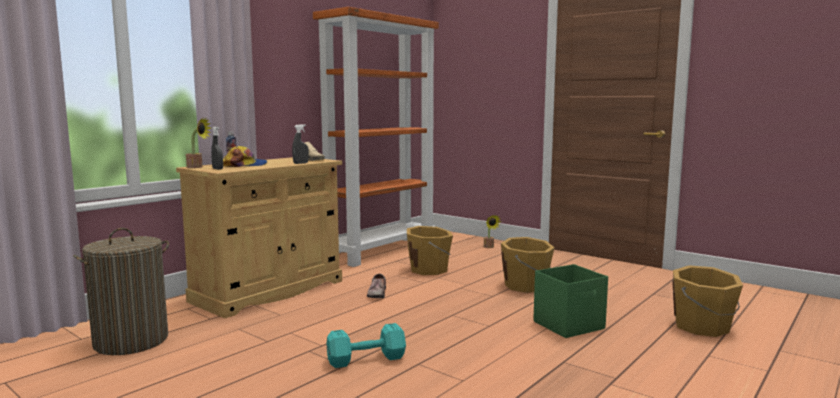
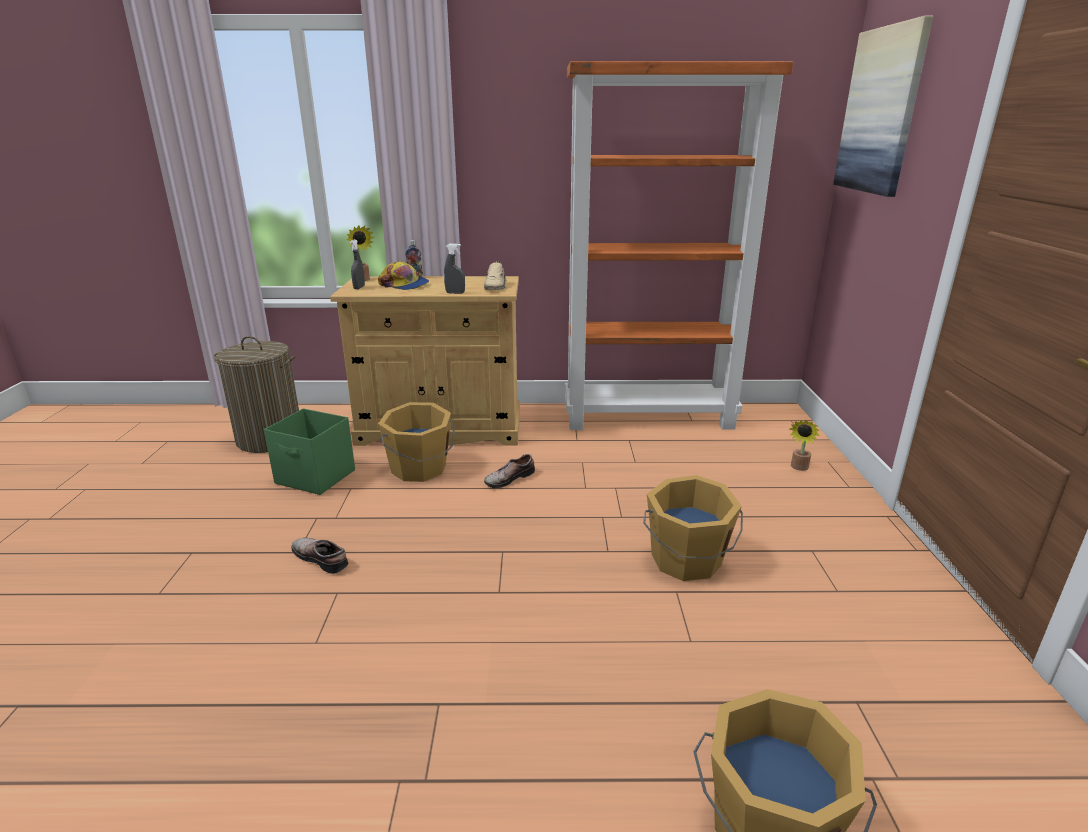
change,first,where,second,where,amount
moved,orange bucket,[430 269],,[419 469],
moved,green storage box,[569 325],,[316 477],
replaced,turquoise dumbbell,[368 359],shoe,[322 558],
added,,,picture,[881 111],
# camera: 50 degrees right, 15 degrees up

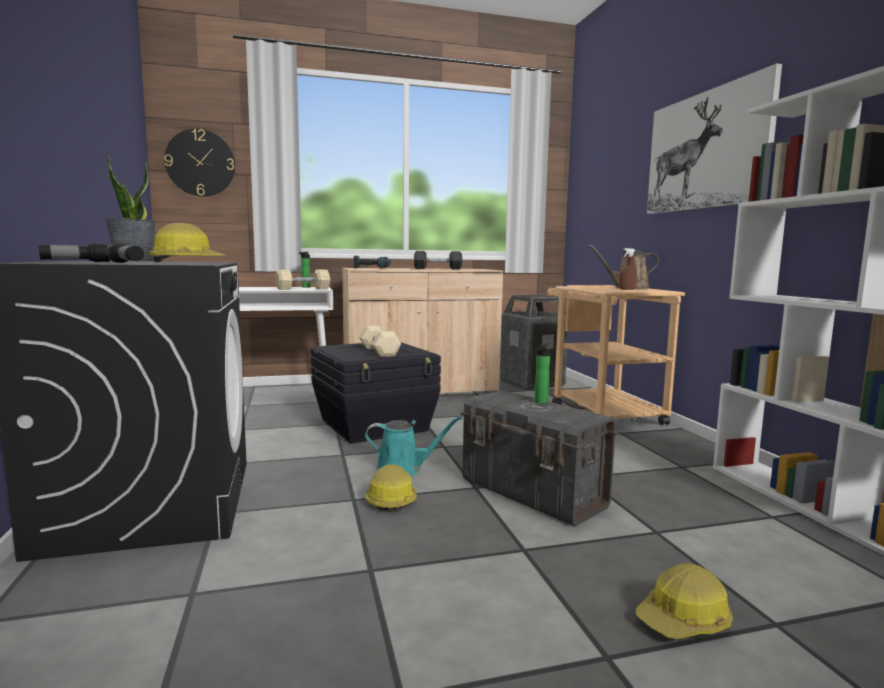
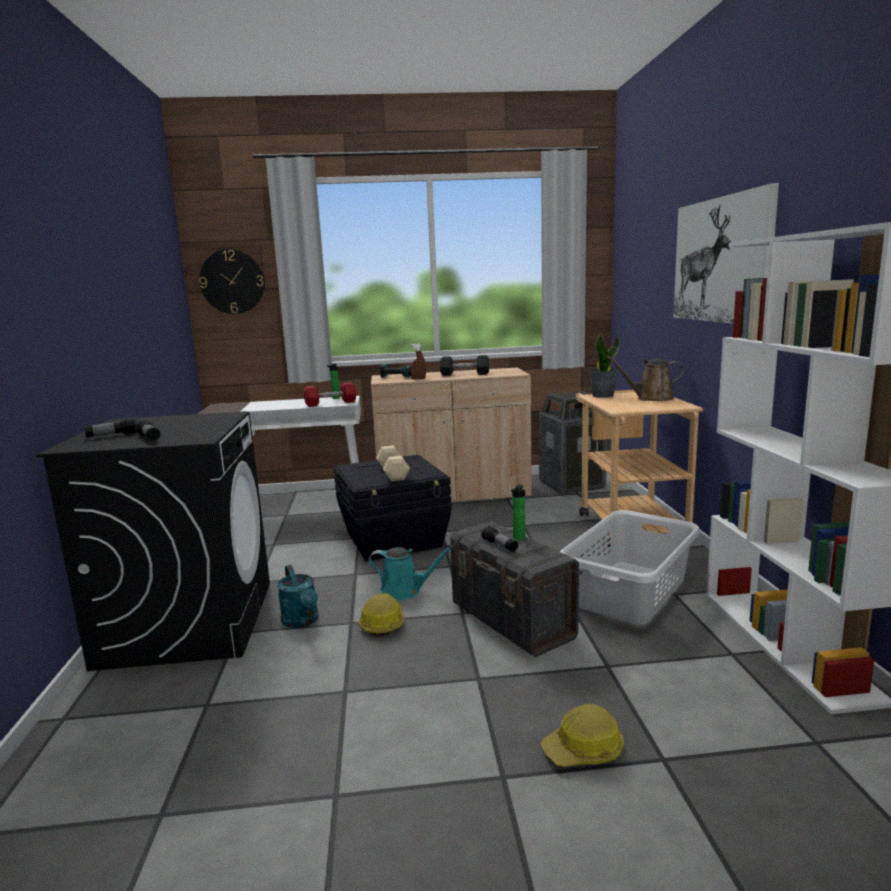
change,first,where,second,where,amount
moved,potted plant,[133 261],,[602 396],
removed,hard hat,[187 262],,,
moved,brown spray bottle,[627 289],,[418 379],
recoloured,beige dumbbell,[303 289],red dumbbell,[331 403],
added,,,grey laundry basket,[631 591],
added,,,flashlight,[500 546],
added,,,turquoise watering can,[302 621],
# camera: 10 degrees right, 5 degrees up

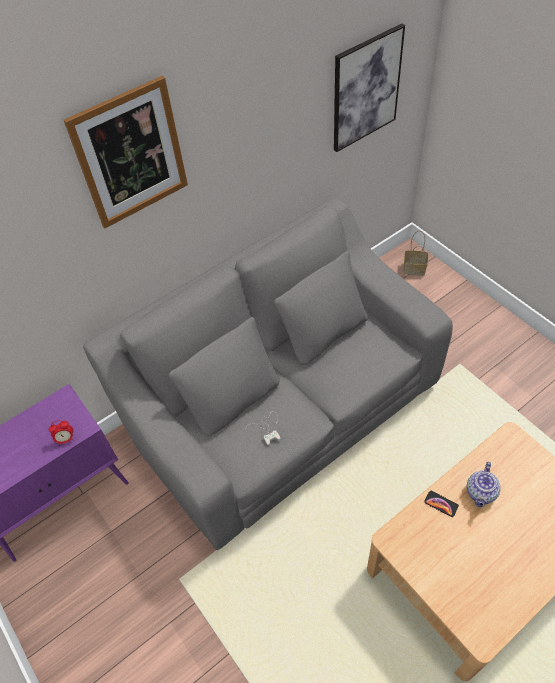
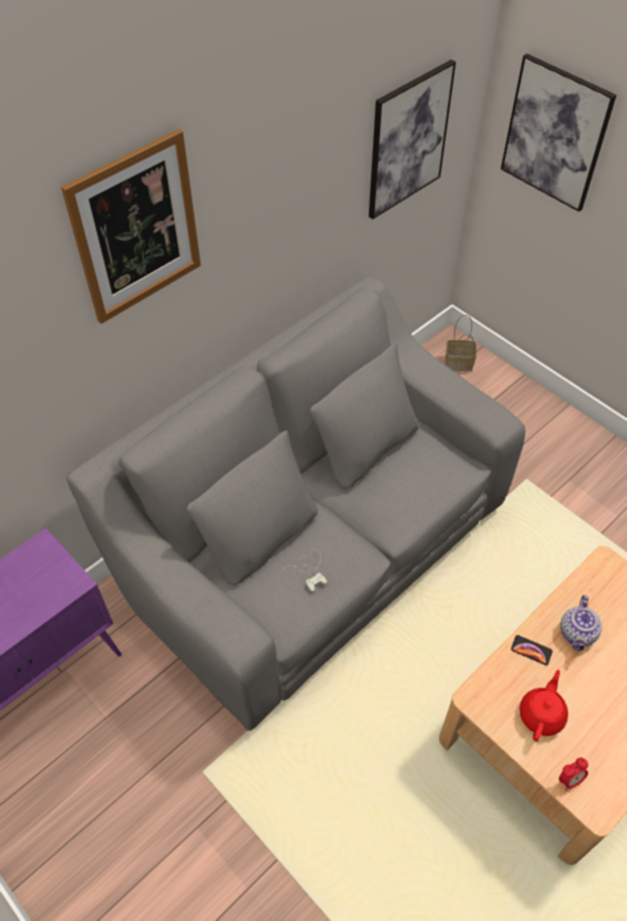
change,first,where,second,where,amount
moved,alarm clock,[66 439],,[569 779],
added,,,picture,[555 133],
added,,,red teapot,[542 714],
# camera: 10 degrees left, 0 degrees up

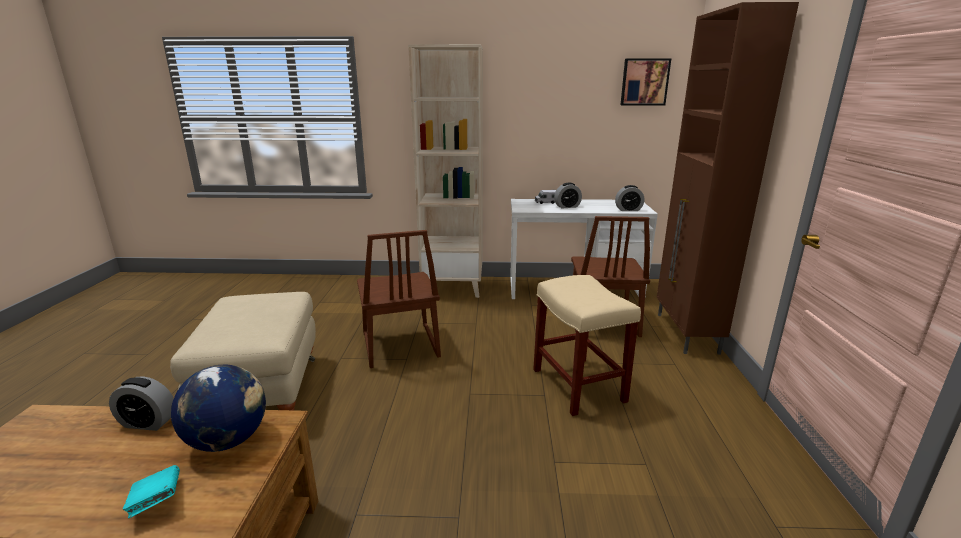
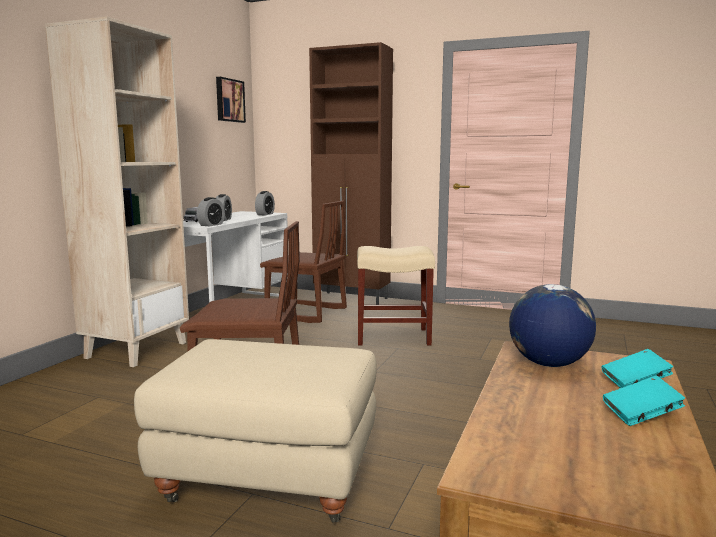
change,first,where,second,where,amount
moved,alarm clock,[148 423],,[211 225],
added,,,turquoise book,[641 415],
# camera: 70 degrees left, 10 degrees down

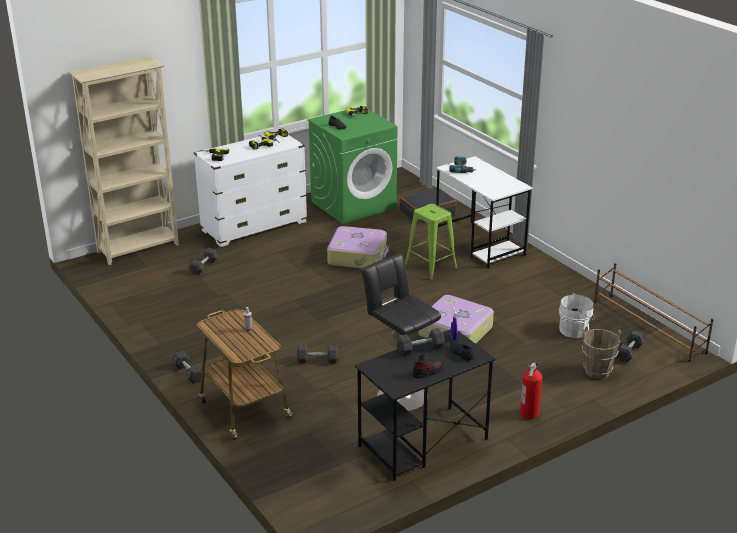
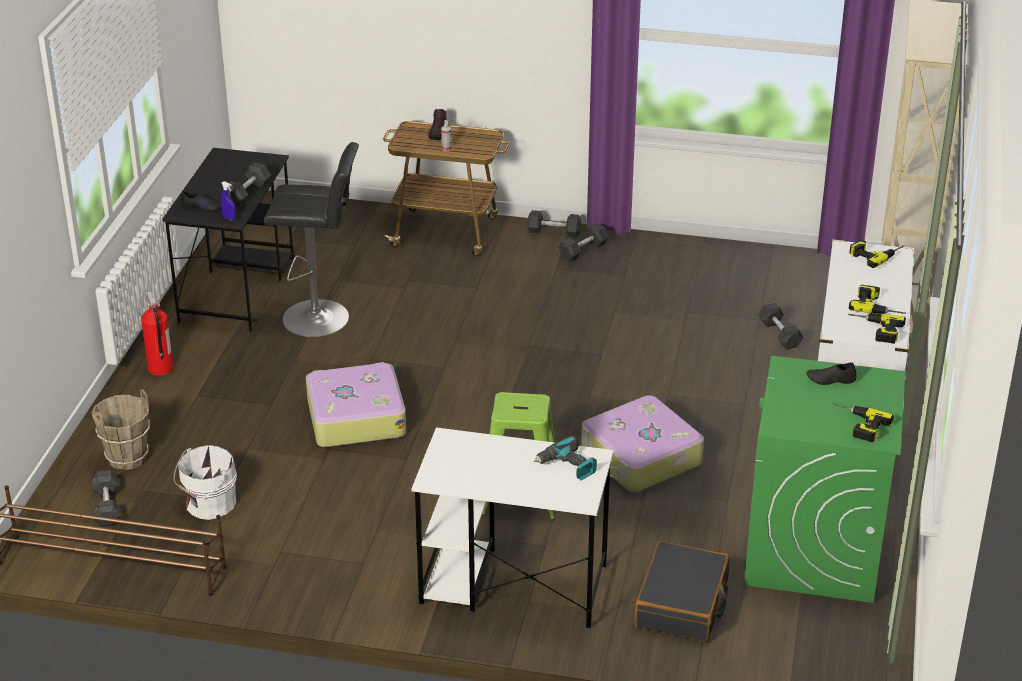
change,first,where,second,where,amount
moved,grey dumbbell,[317 360],,[583 250],
moved,shoe,[427 372],,[438 133],
# camera: 135 degrees right, 5 degrees up

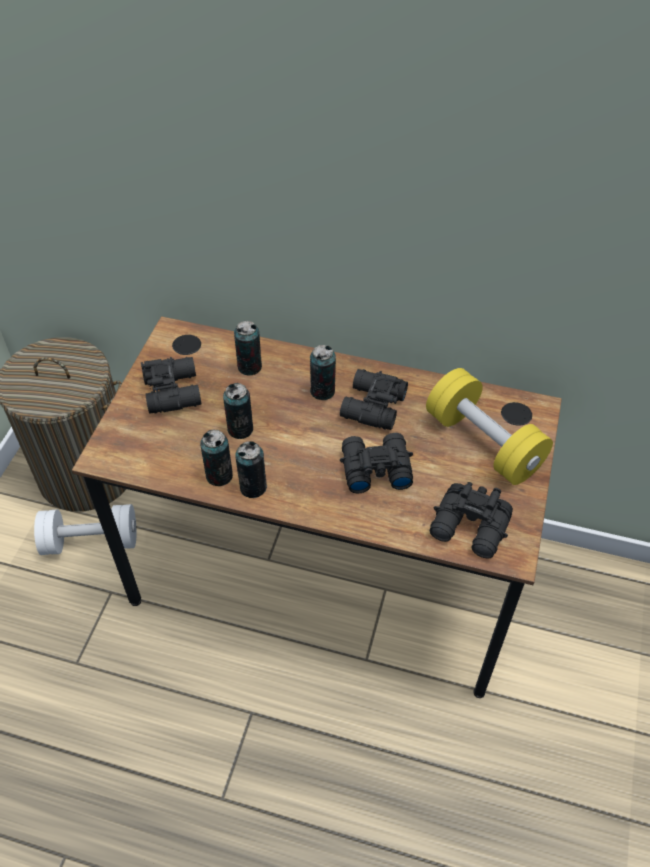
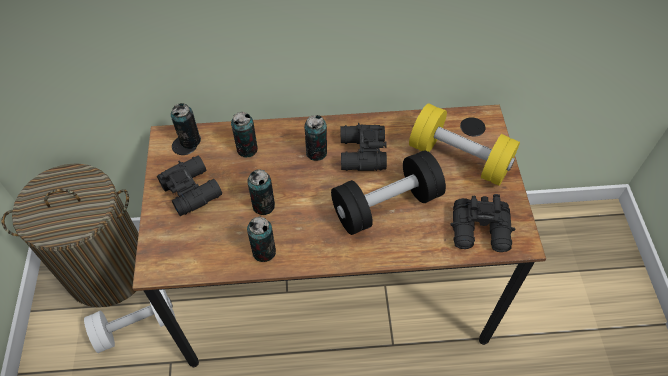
change,first,where,second,where,amount
replaced,black binoculars,[374 468],black dumbbell,[386 205],
moved,can,[253 487],,[190 140],
# camera: 20 degrees left, 5 degrees up

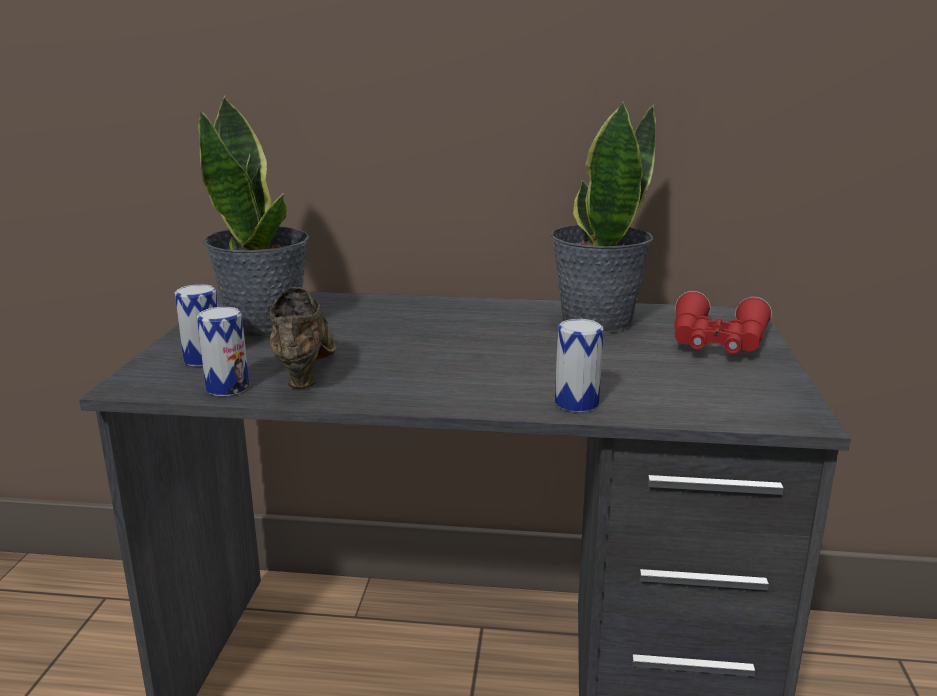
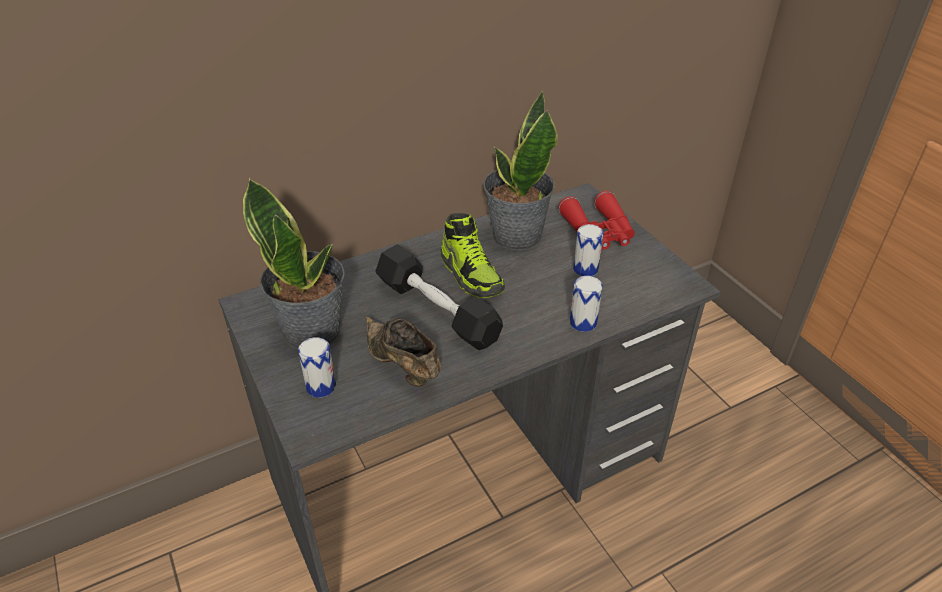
change,first,where,second,where,amount
moved,can,[227 387],,[585 269],
added,,,shoe,[471 274],
added,,,black dumbbell,[437 310],
# camera: 35 degrees left, 20 degrees up

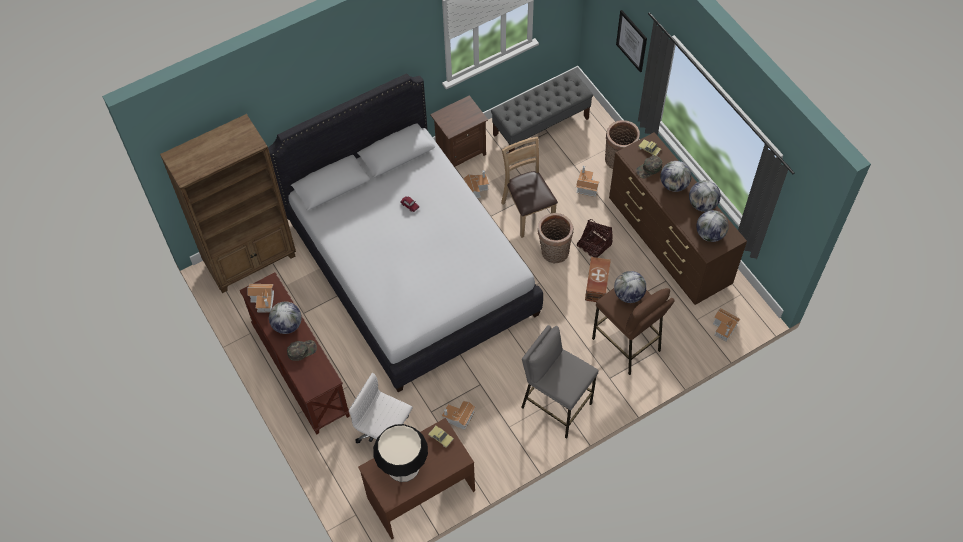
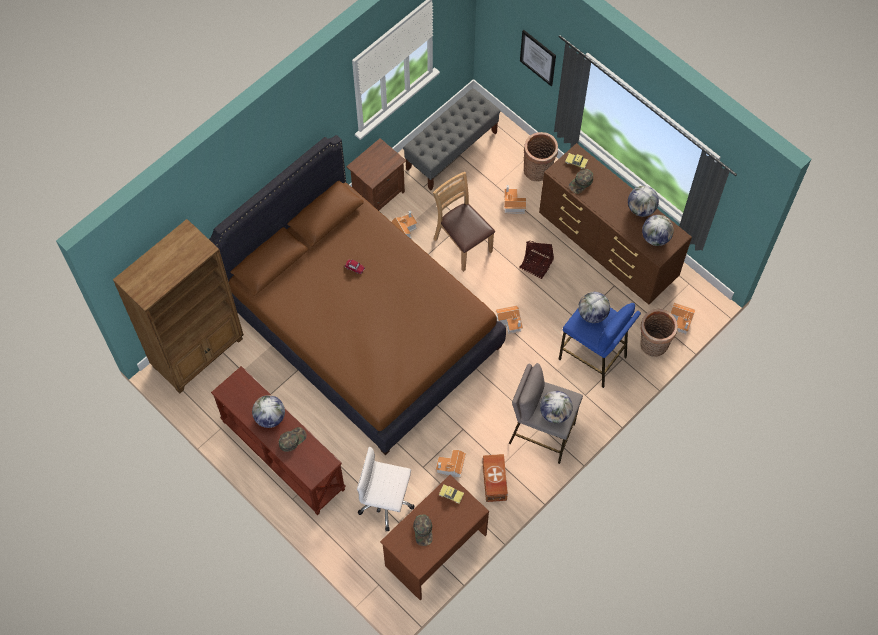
change,first,where,second,where,amount
recoloured,white bed,[411 268],brown bed,[362 326],
moved,globe,[674 185],,[555 413],
moved,basket,[553 253],,[653 346],
moved,brown storage box,[596 285],,[494 482],
moved,toy house,[264 300],,[510 322],
recoloured,brown stool,[626 344],blue stool,[593 358],
replaced,table lamp,[403 466],green cap,[423 531],
# camera: 15 degrees left, 5 degrees up

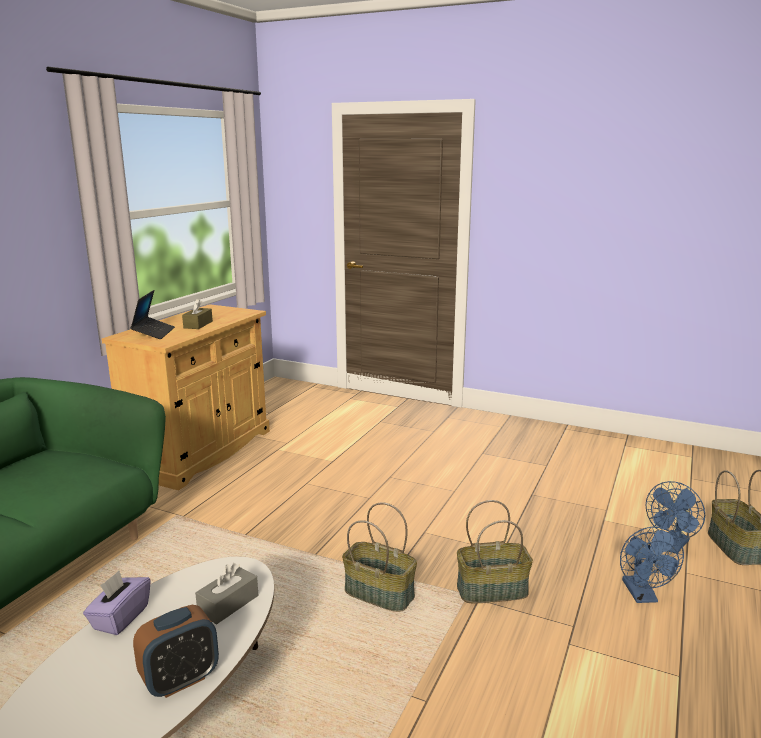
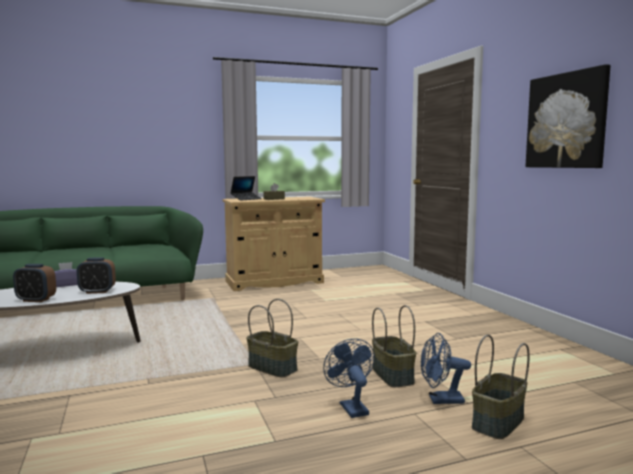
change,first,where,second,where,amount
moved,basket,[380 593],,[393 375],
turned,blue fan,[642 596],,[351 407],120 degrees clockwise
replaced,grey tissue box,[228 604],alarm clock,[97 291],
added,,,picture,[566 121],
# camera: 45 degrees right, 10 degrees down

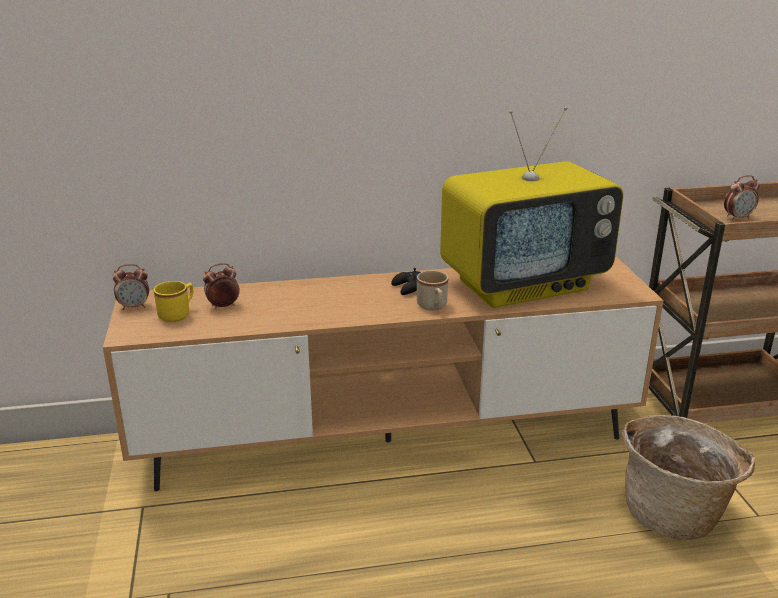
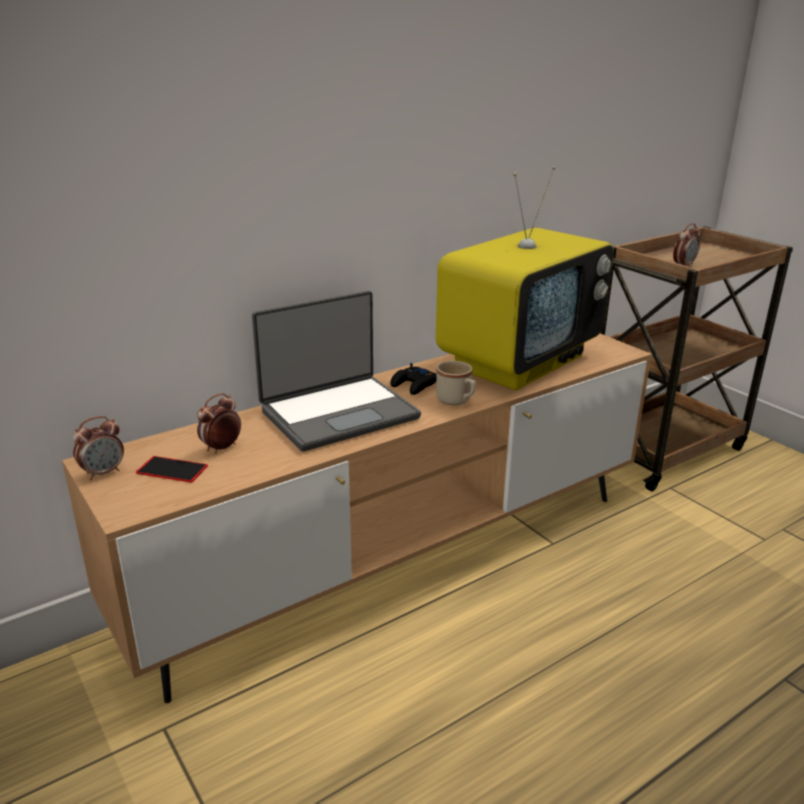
change,first,where,second,where,amount
replaced,yellow mug,[178 314],phone,[172 469],
removed,basket,[674 513],,,
added,,,laptop,[338 413],
# camera: 25 degrees left, 0 degrees up

